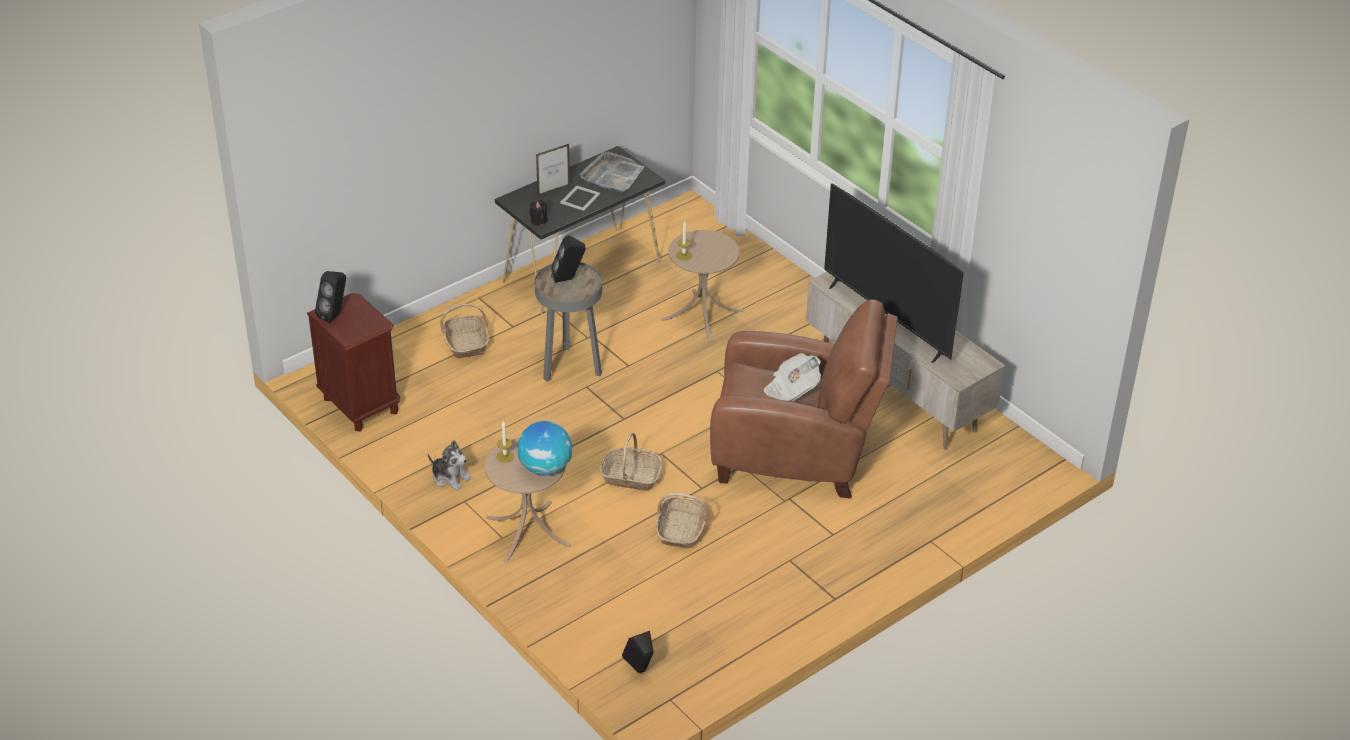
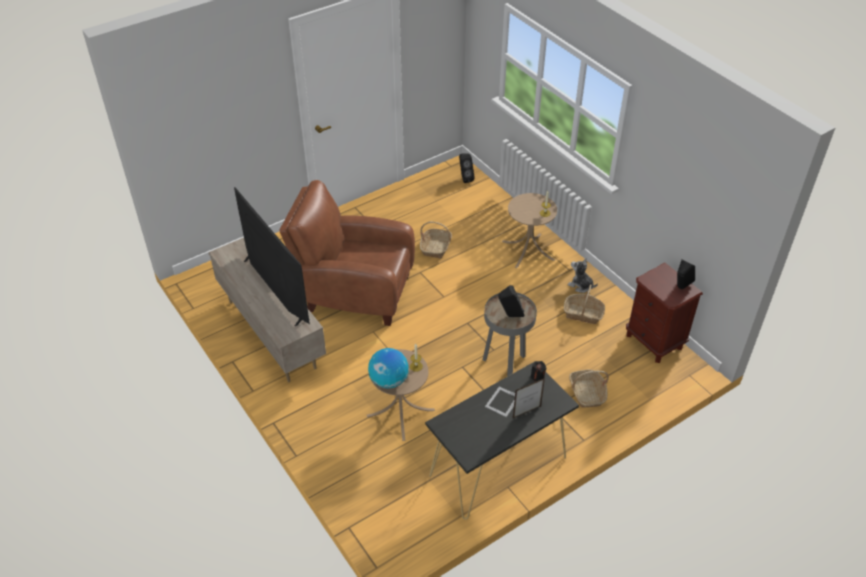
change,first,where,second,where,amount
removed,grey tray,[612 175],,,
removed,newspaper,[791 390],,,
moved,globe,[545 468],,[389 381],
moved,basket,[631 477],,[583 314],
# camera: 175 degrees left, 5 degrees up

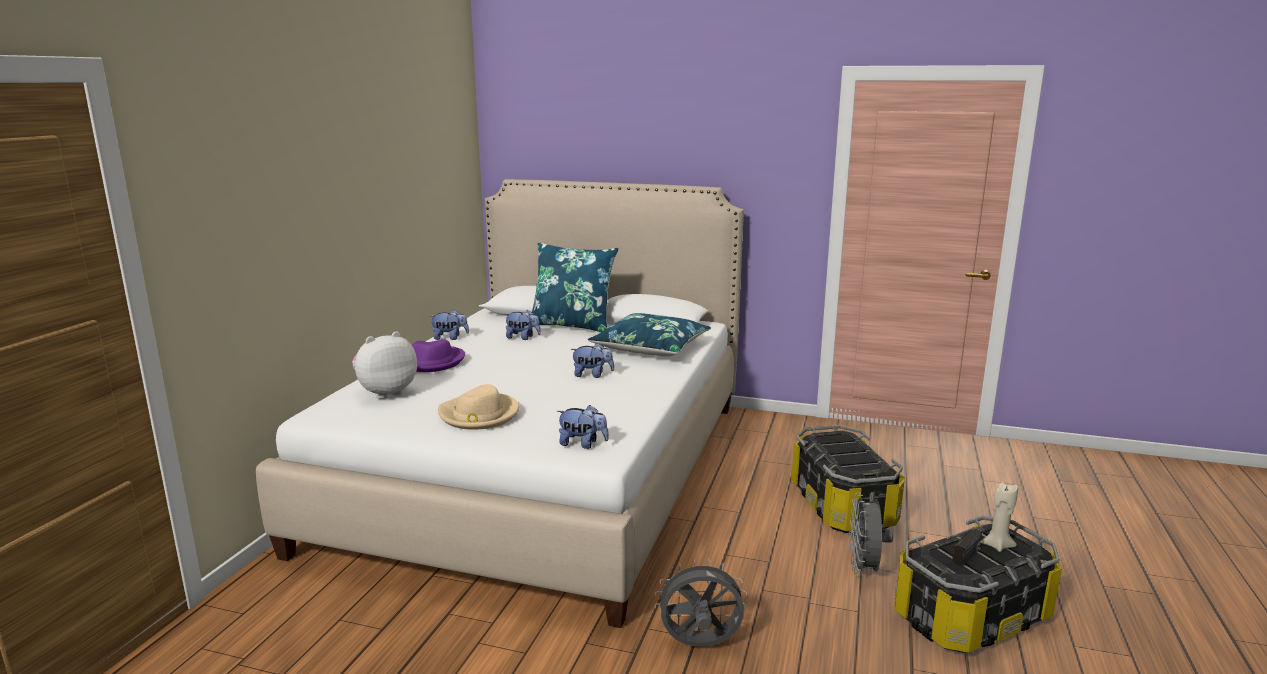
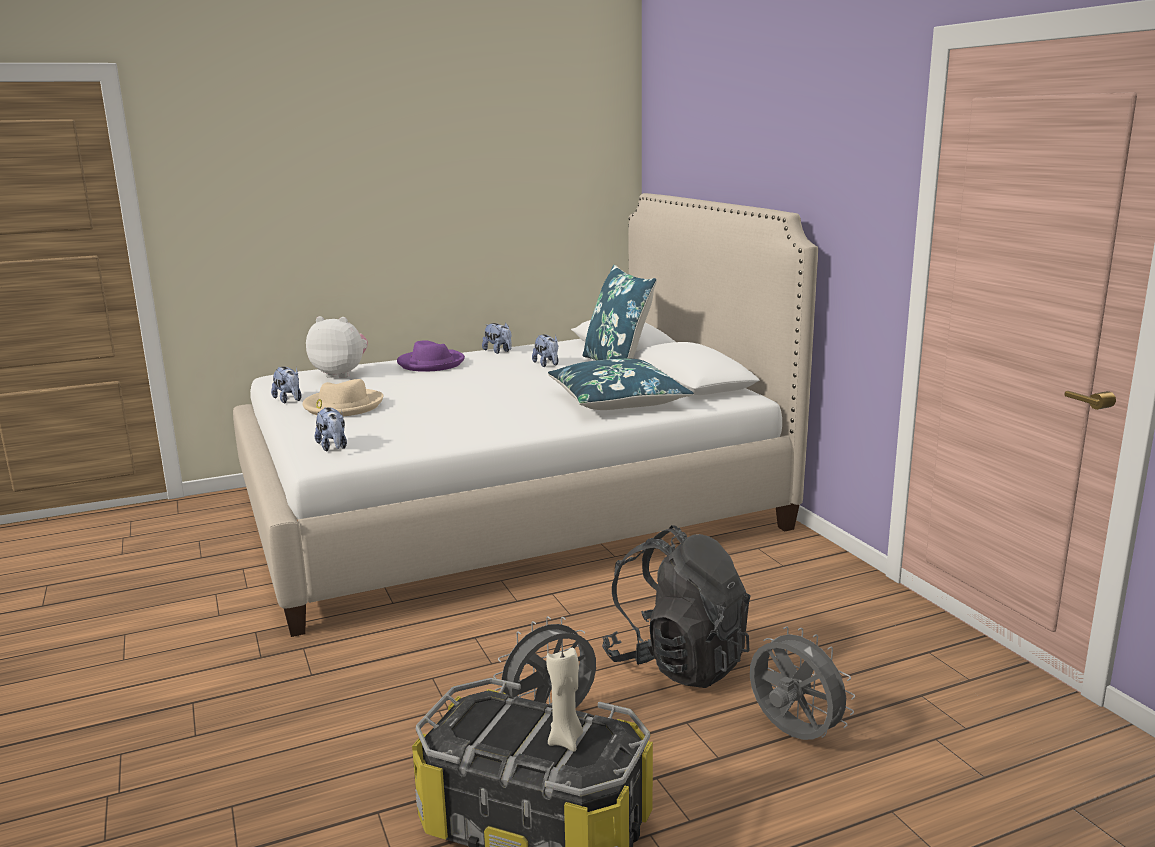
change,first,where,second,where,amount
moved,plush toy,[592 375],,[289 400],
replaced,storage box,[841 506],black backpack,[678 663],
removed,radio,[962 561],,,
moved,grey fan,[700 645],,[792 735],
# camera: 50 degrees right, 0 degrees up

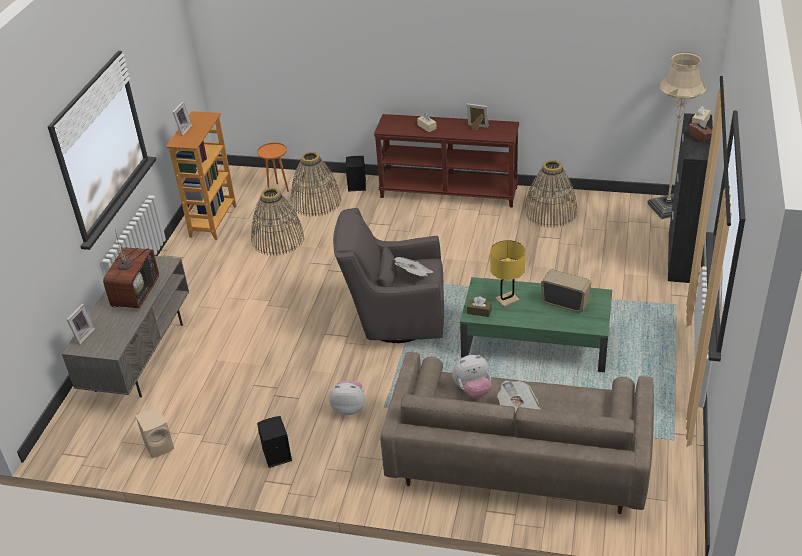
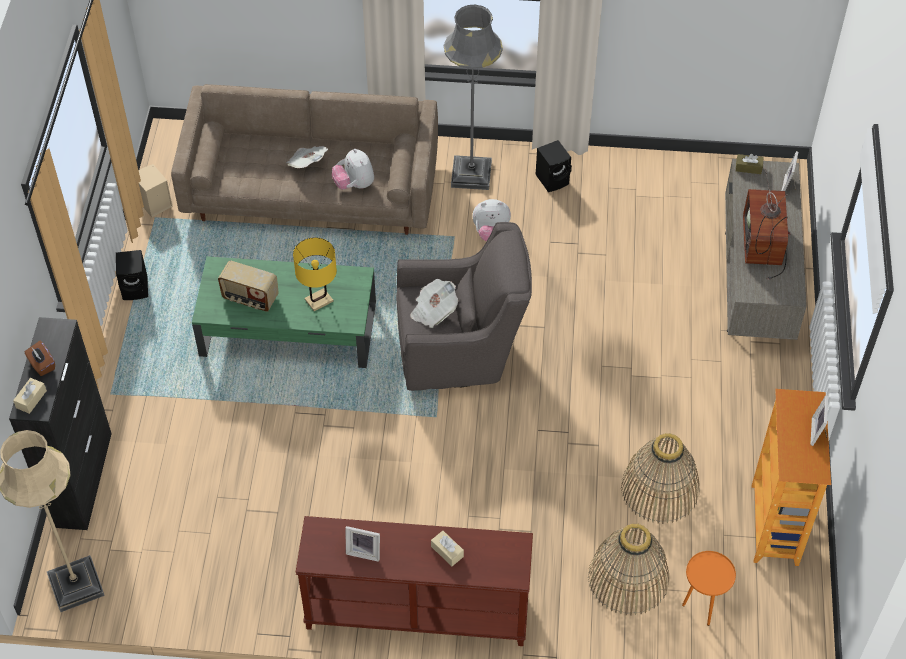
change,first,where,second,where,amount
moved,black speaker,[356 185],,[136 288],
removed,basket,[550 212],,,
moved,brown tissue box,[479 311],,[748 168],
turned,plush toy,[472 390],,[354 184],90 degrees counterclockwise
moved,beige speaker,[160 445],,[154 204],
added,,,grey floor lamp,[471 174],
# camera: 170 degrees right, 15 degrees up

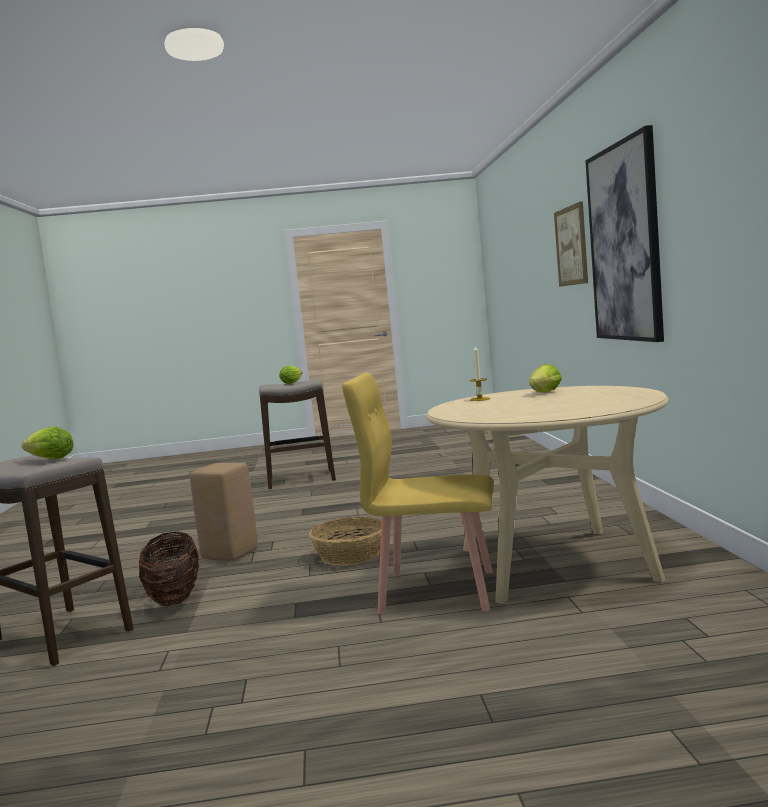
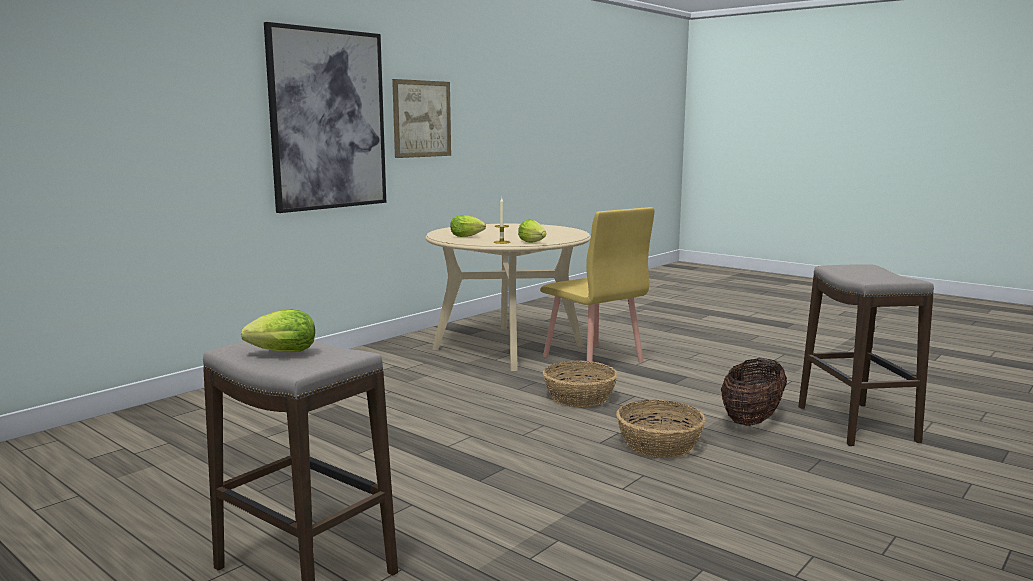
change,first,where,second,where,amount
moved,picture,[571 246],,[422 119],
moved,lettuce,[48 459],,[533 243],
replaced,beige stool,[230 554],basket,[659 445],
# camera: 135 degrees left, 5 degrees up

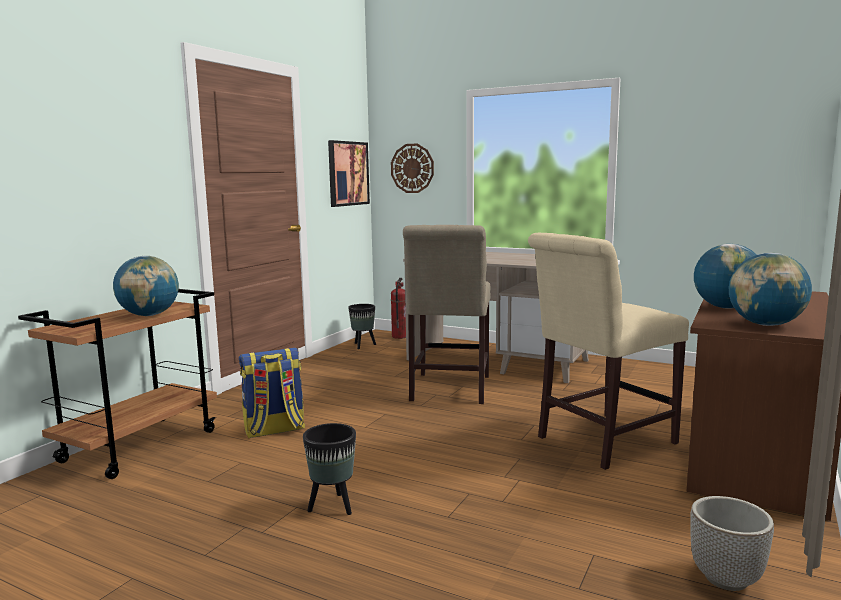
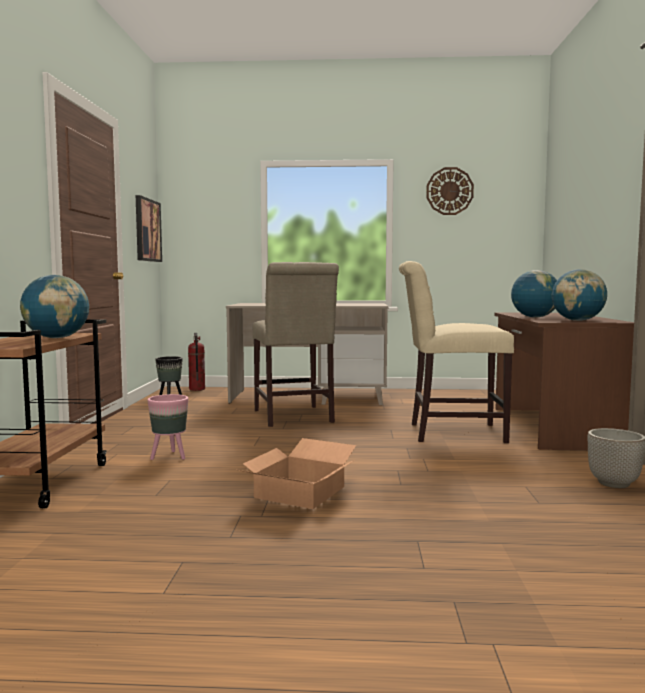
change,first,where,second,where,amount
moved,wall clock,[412 168],,[449 191],
turned,beige chair,[600 441],,[450 432],60 degrees clockwise
replaced,backpack,[274 430],pink planter,[169 457],
replaced,black planter,[332 507],cardboard box,[300 493],
# camera: 25 degrees left, 5 degrees down

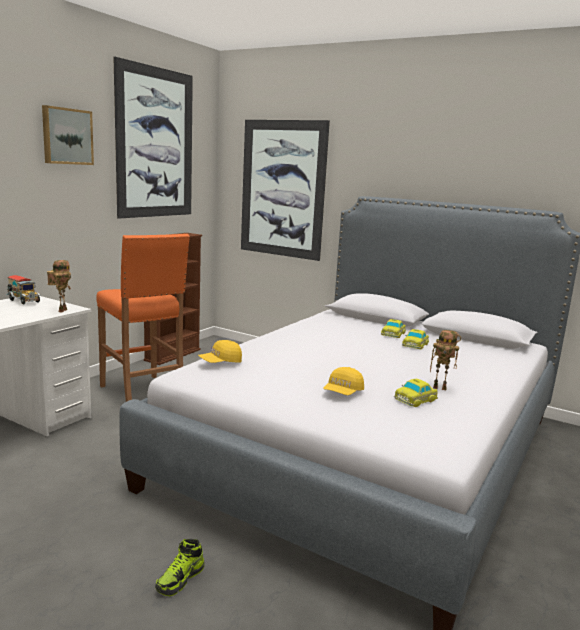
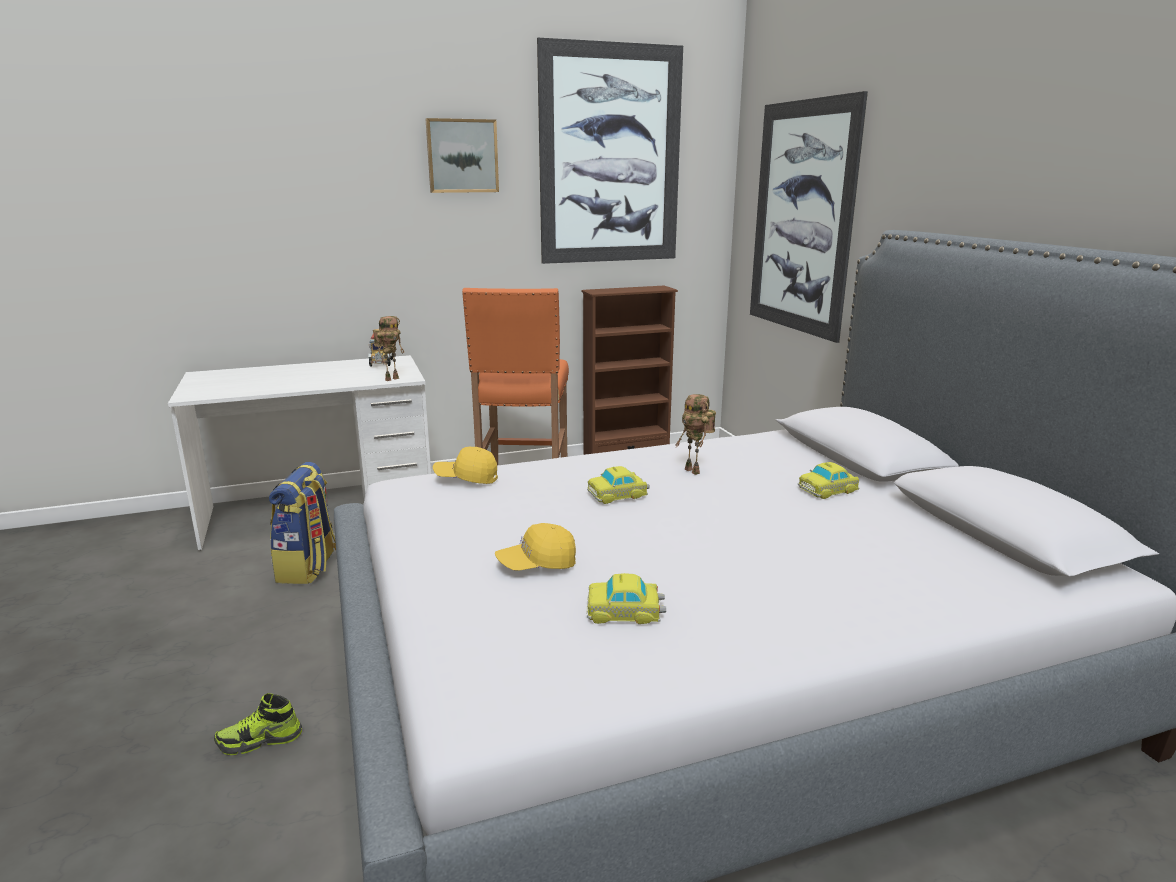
change,first,where,second,where,amount
moved,toy car,[415 344],,[618 494],
moved,toy robot,[440 388],,[694 471],
added,,,backpack,[309 567],
# camera: 40 degrees right, 5 degrees up

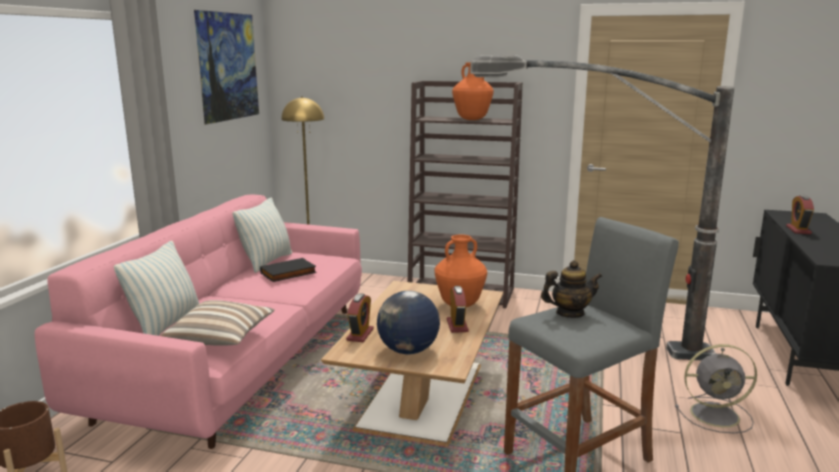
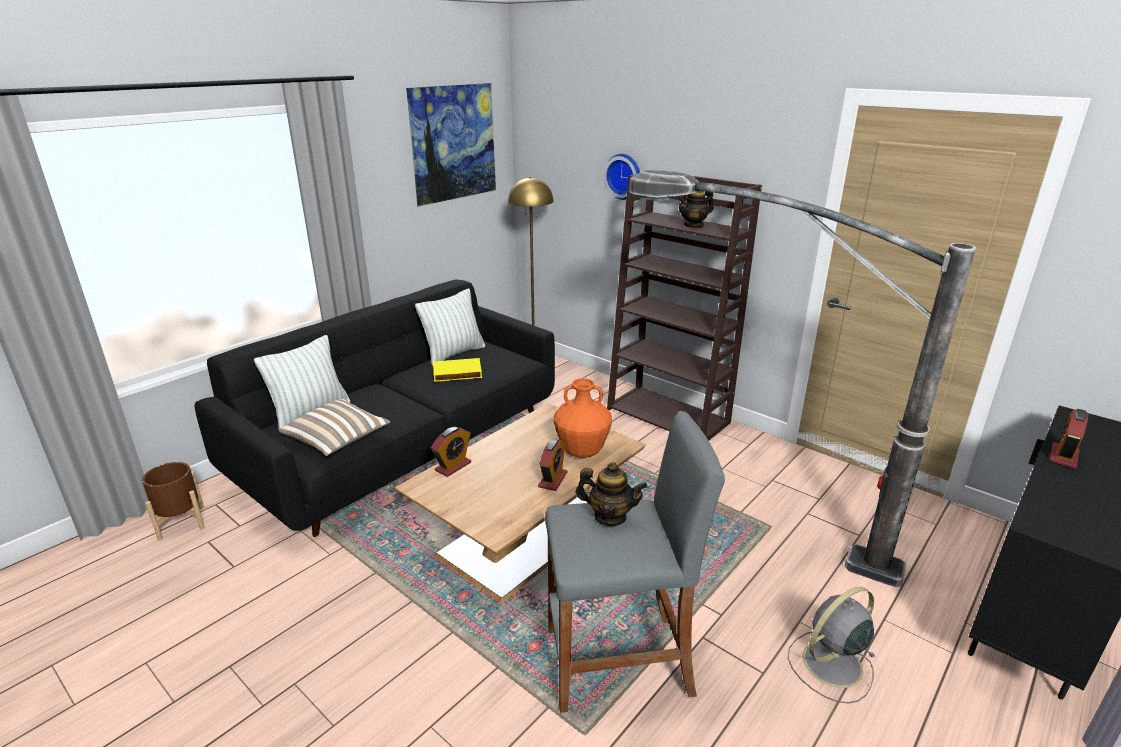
change,first,where,second,where,amount
replaced,orange vase,[472 119],teapot,[694 225],
recoloured,pink sofa,[242 359],black sofa,[405 446],
recoloured,black book,[288 273],yellow book,[457 373],
removed,globe,[408 351],,,
turned,grey fan,[717 415],,[830 665],120 degrees clockwise
added,,,wall clock,[624 176],
# camera: 25 degrees right, 10 degrees up

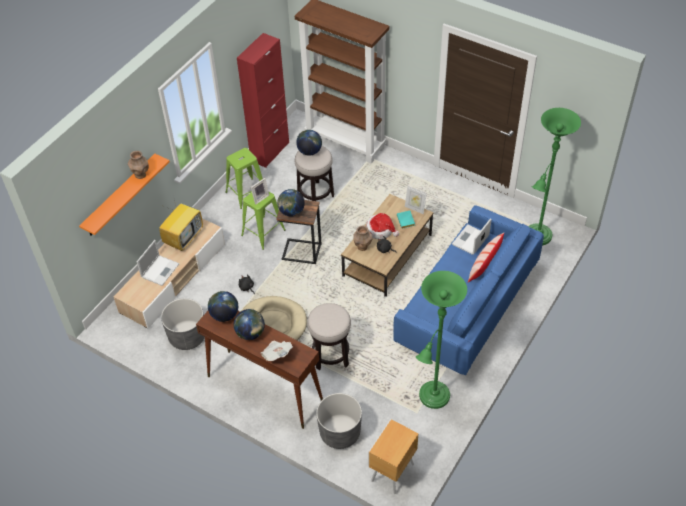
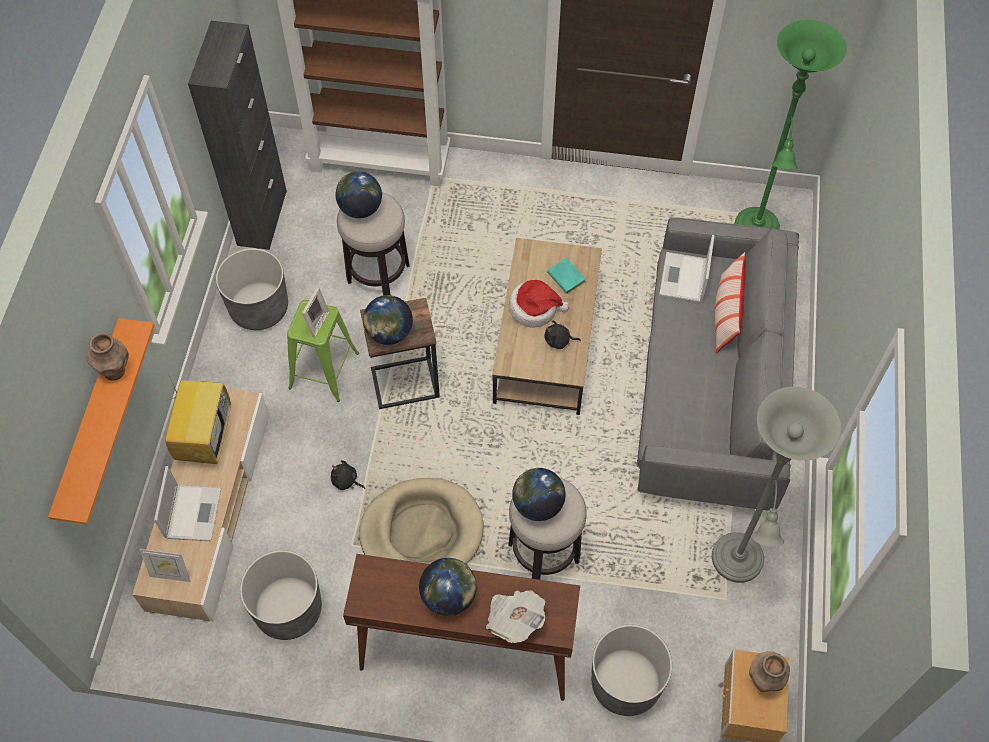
change,first,where,second,where,amount
recoloured,red cabinet,[270 151],black cabinet,[262 218],
replaced,green stool,[246 193],grey planter,[259 308],
moved,picture frame,[415 209],,[171 575],
recoloured,blue sofa,[466 306],grey sofa,[710 387],
moved,brown vase,[362 247],,[763 680],
recoloured,green floor lamp,[432 398],grey floor lamp,[737 565],
moved,globe,[224 315],,[538 505],
# camera: 25 degrees left, 10 degrees up

